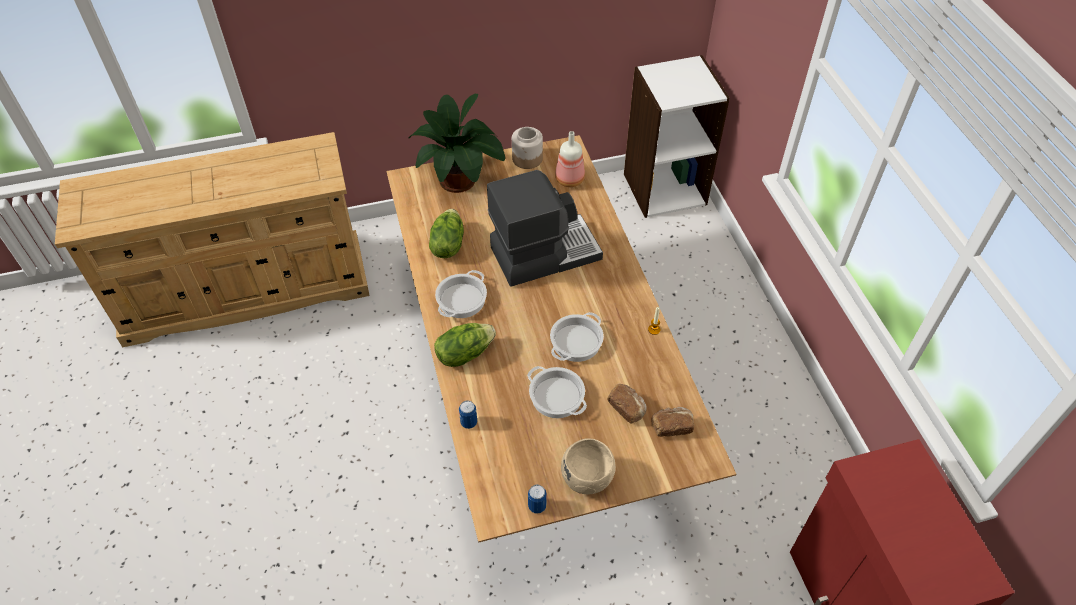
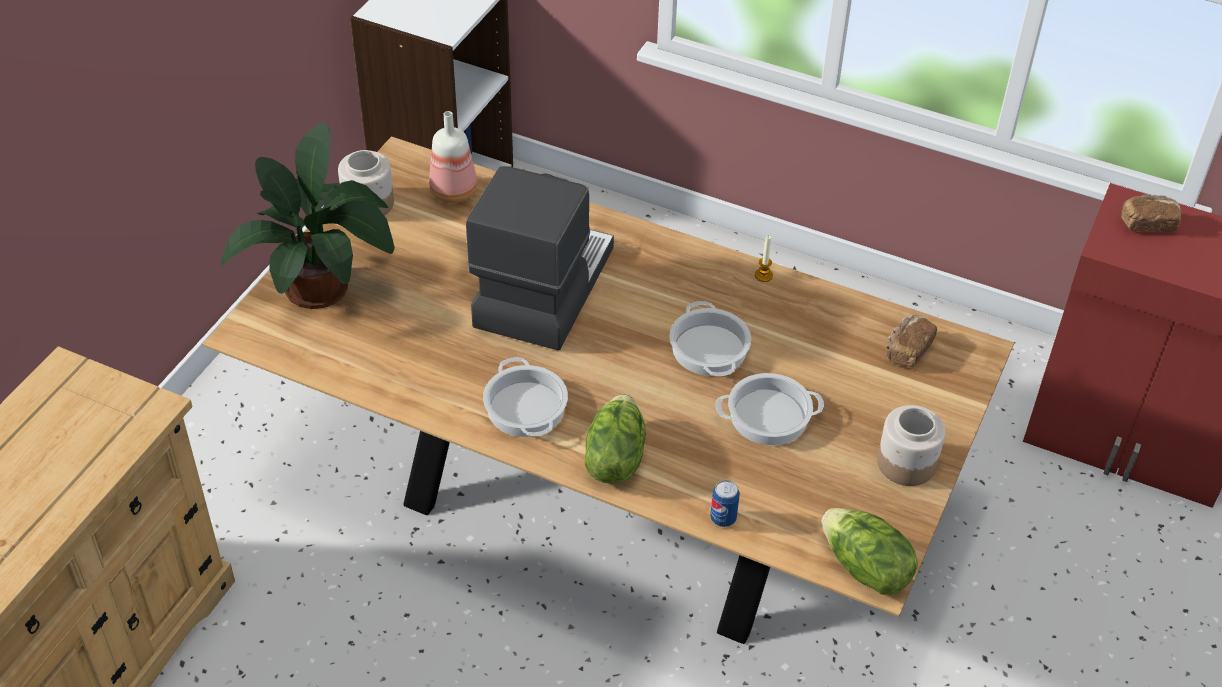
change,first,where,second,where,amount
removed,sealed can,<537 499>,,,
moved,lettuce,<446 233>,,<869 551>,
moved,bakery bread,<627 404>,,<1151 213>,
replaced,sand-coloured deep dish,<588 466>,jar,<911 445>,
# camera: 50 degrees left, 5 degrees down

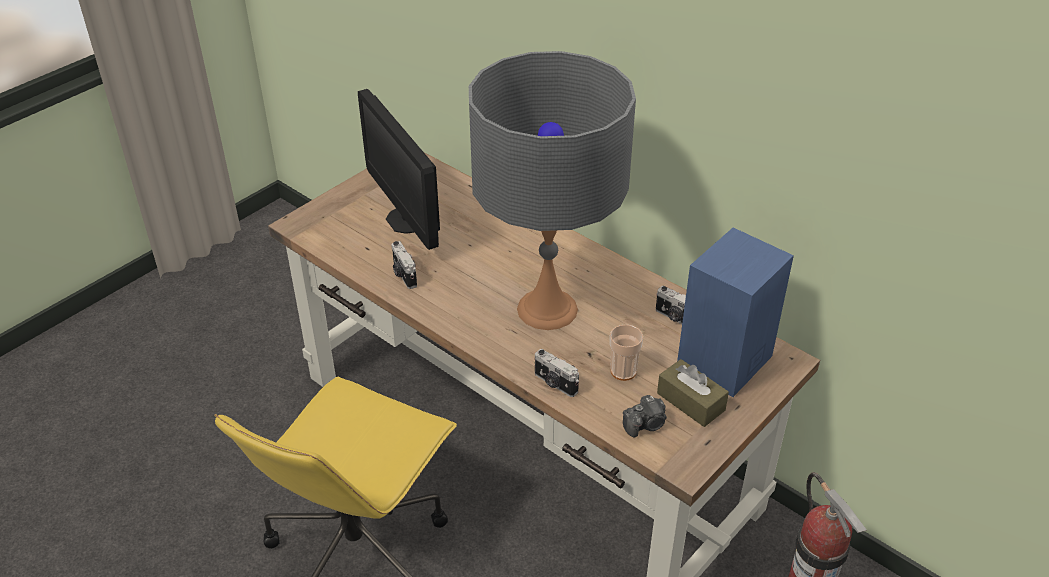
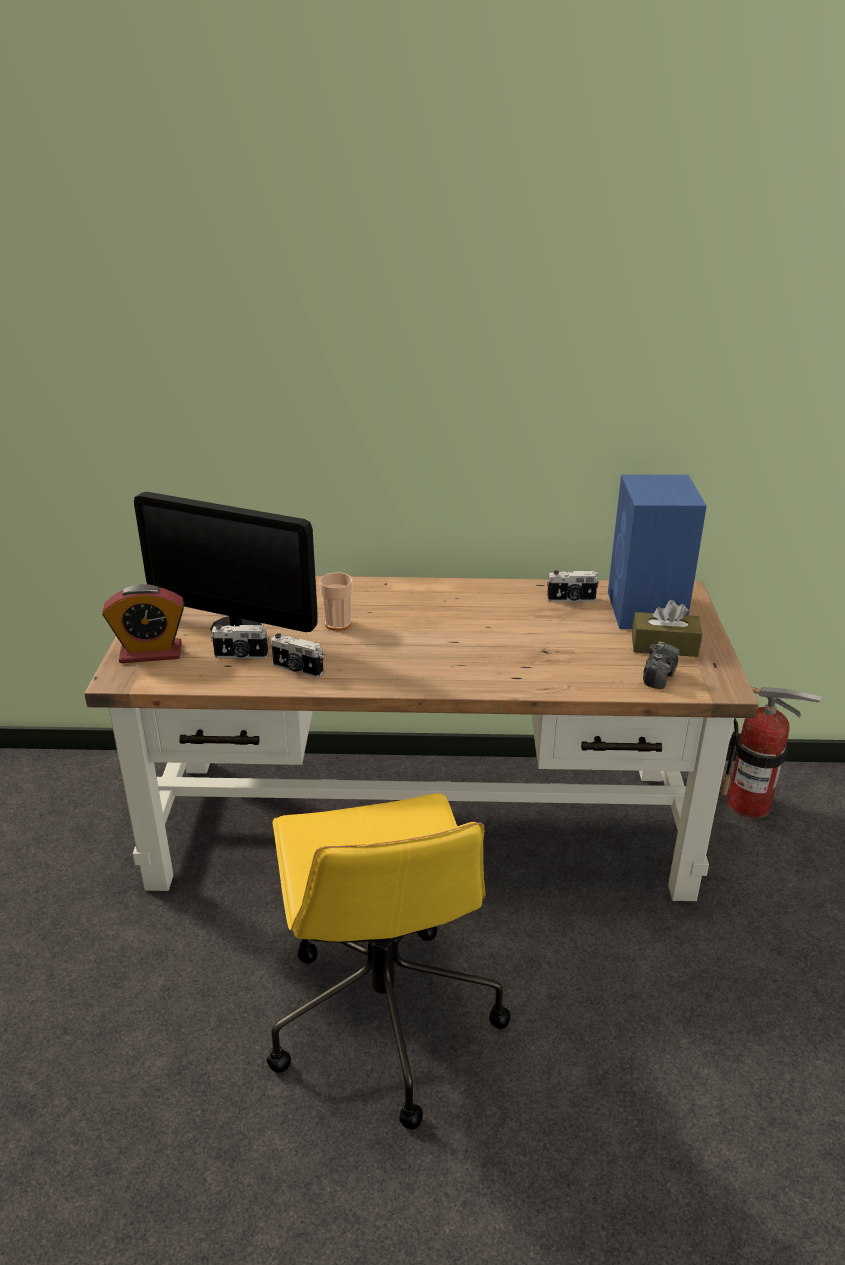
change,first,where,second,where,amount
removed,greyish tabletop lamp,<552 190>,,,
added,,,bedside clock,<143 623>,
moved,still camera,<557 373>,,<240 641>,
moved,drinking cup,<626 353>,,<335 602>,
# camera: 40 degrees left, 10 degrees down

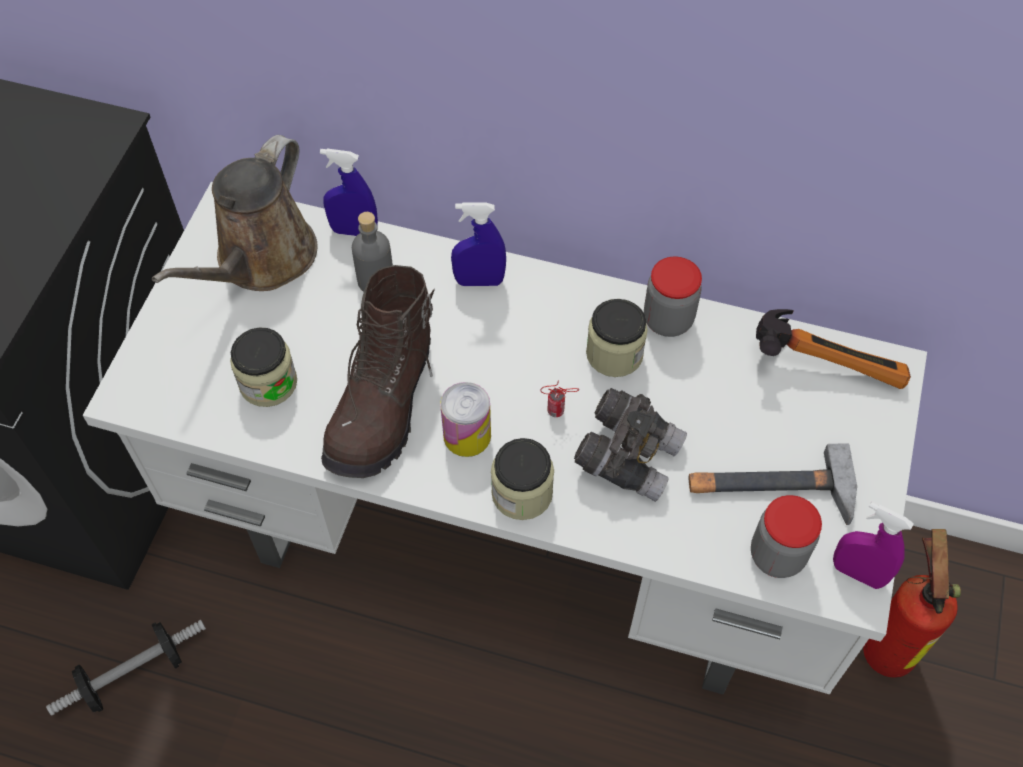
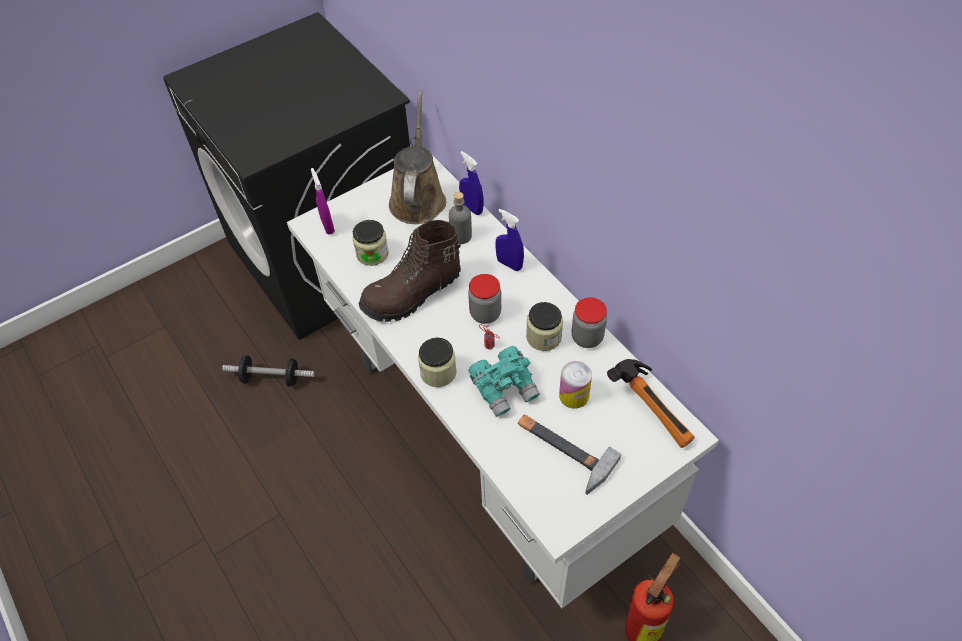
change,first,where,second,where,amount
moved,sealed can,<465 419>,,<575 384>,
moved,jar,<786 536>,,<484 299>,
moved,purplish hand sprayer,<873 545>,,<323 201>,
recoloured,greyish binoculars,<630 445>,turquoise binoculars,<504 381>,
turned,brownish watering pot,<235 213>,,<417 157>,120 degrees clockwise
# camera: 40 degrees right, 5 degrees down

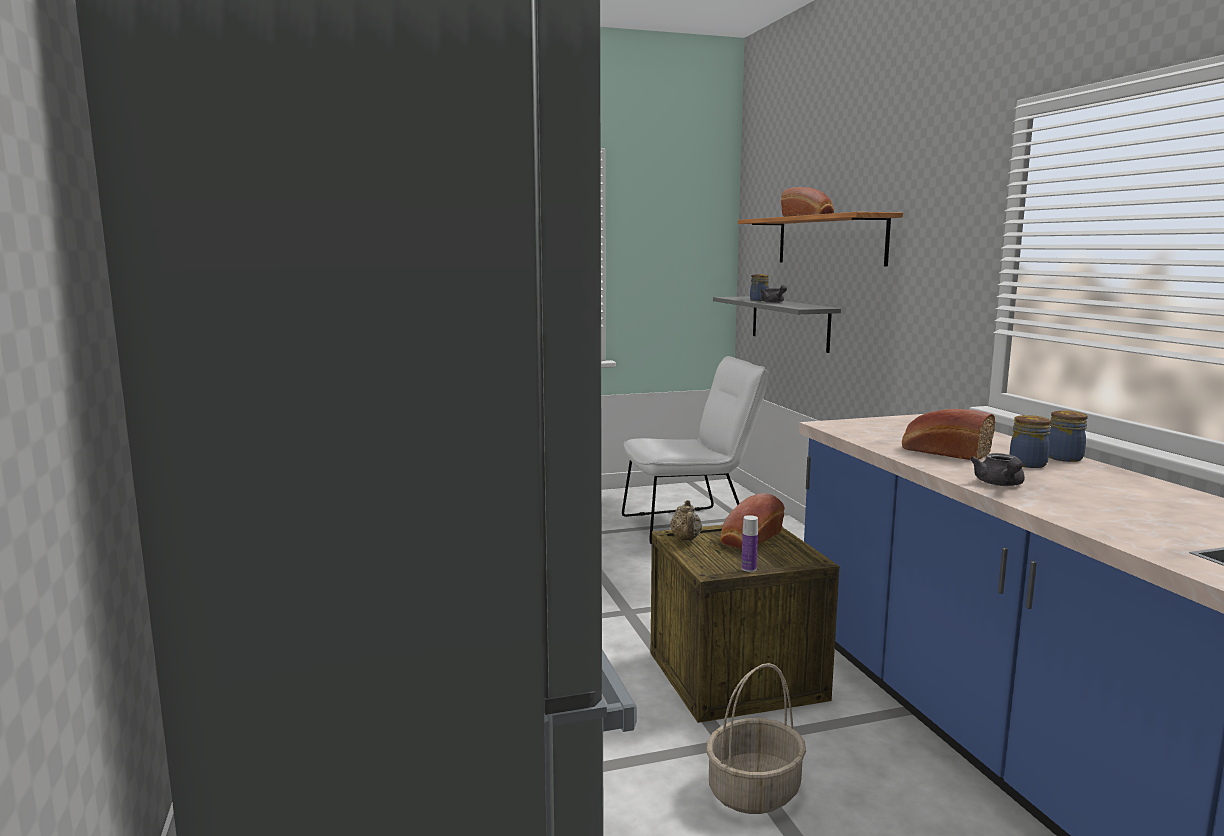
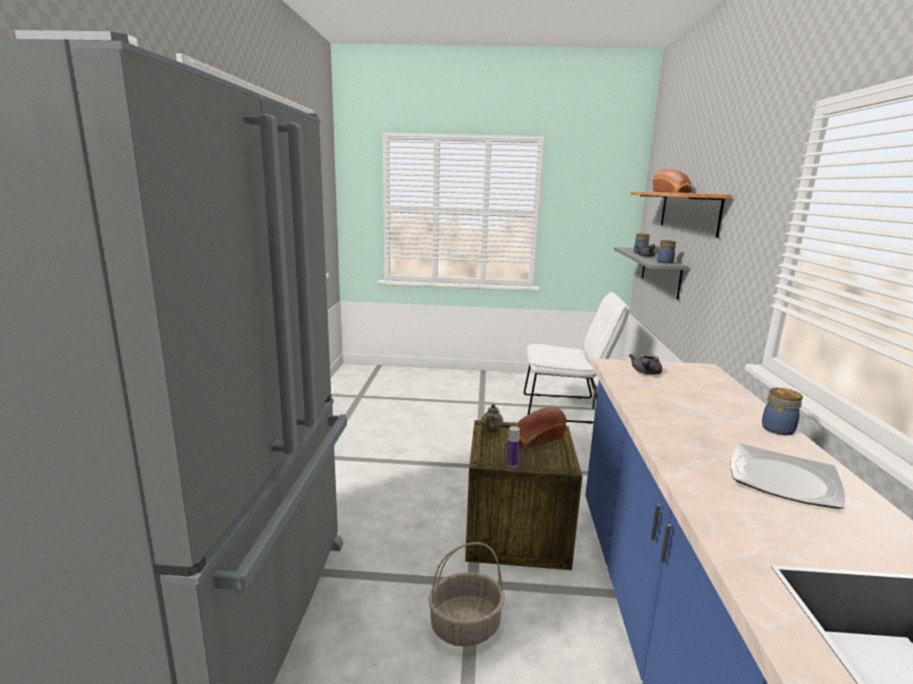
change,first,where,second,where,amount
removed,bakery bread,<948 434>,,,
added,,,plate,<788 476>,
moved,greyish teapot,<997 469>,,<645 364>,
moved,jar,<1030 441>,,<666 252>,
# camera: 20 degrees right, 5 degrees up

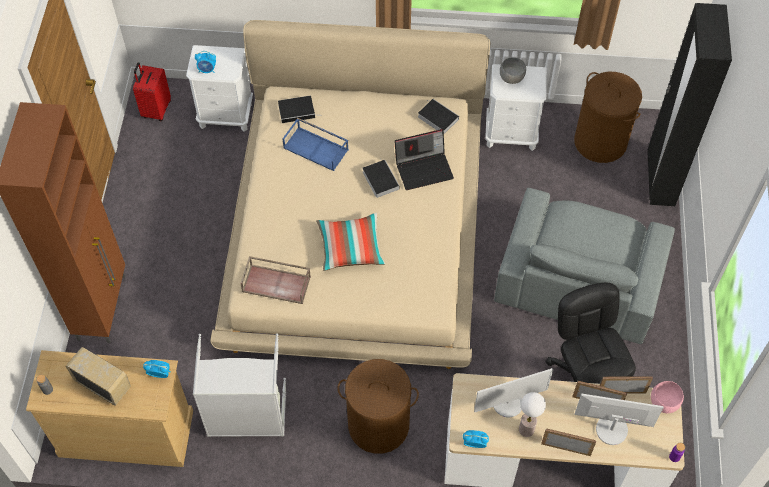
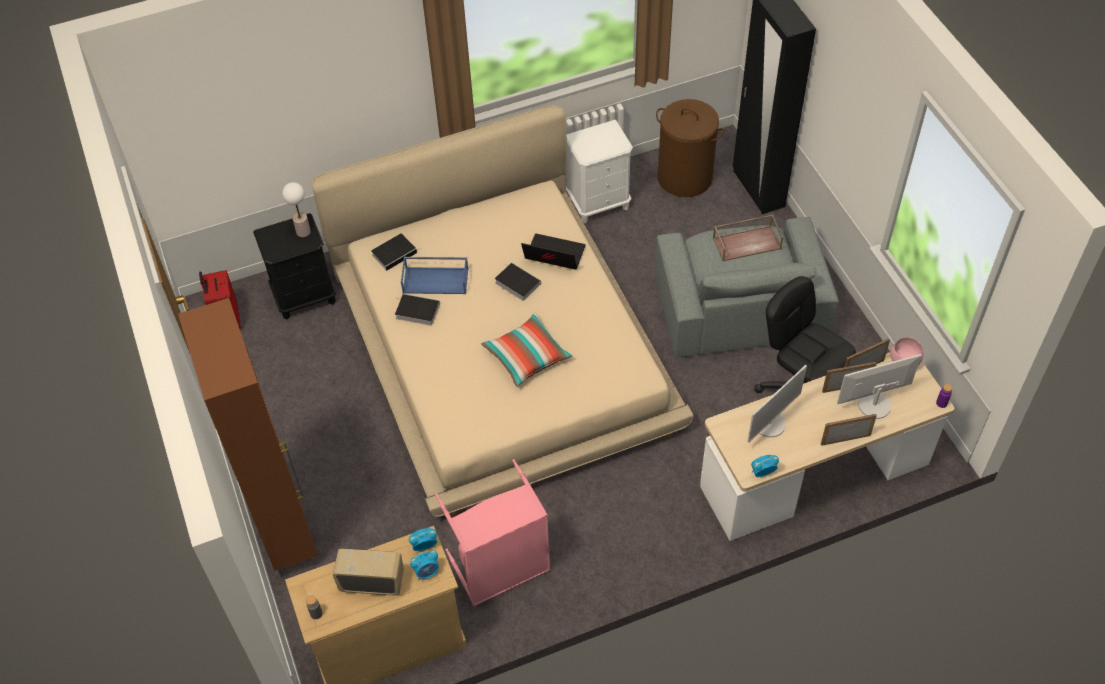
change,first,where,second,where,amount
removed,brownish washing basket,<378 406>,,,
removed,greyish deep dish,<513 70>,,,
moved,bedside clock,<205 62>,,<424 565>,
moved,brownish serving tray,<275 280>,,<748 238>,
moved,bound book,<438 116>,,<417 310>,
moved,tabletop lamp,<532 414>,,<296 209>,
recoloured,white-coloured night table,<219 88>,black night table,<294 266>,
recoloured,greyish washing basket,<239 385>,pink washing basket,<493 532>,
turned,portable computer,<424 159>,,<553 252>,120 degrees counterclockwise
# camera: 25 degrees left, 5 degrees down

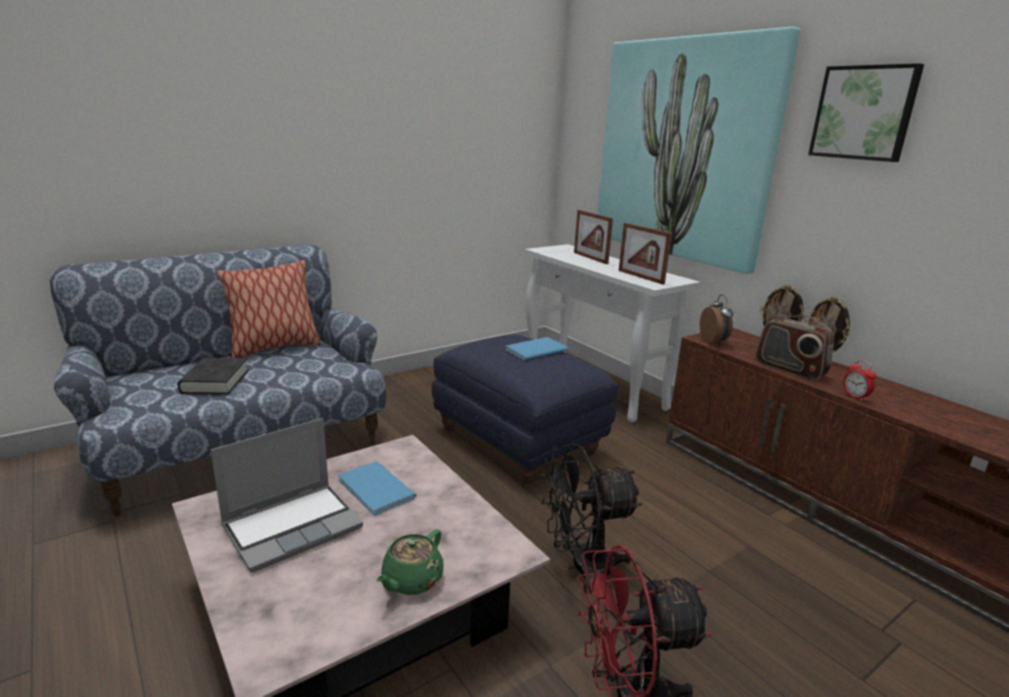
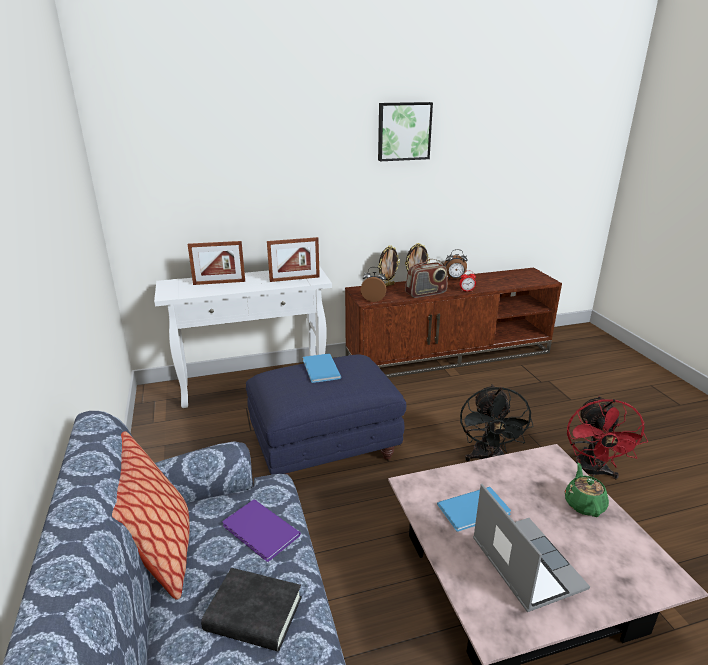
change,first,where,second,where,amount
removed,wall art,<699 150>,,,
added,,,purplish bound book,<261 530>,
added,,,bedside clock,<456 264>,
turned,greenish teapot,<410 562>,,<587 489>,135 degrees counterclockwise
# camera: 70 degrees left, 5 degrees up

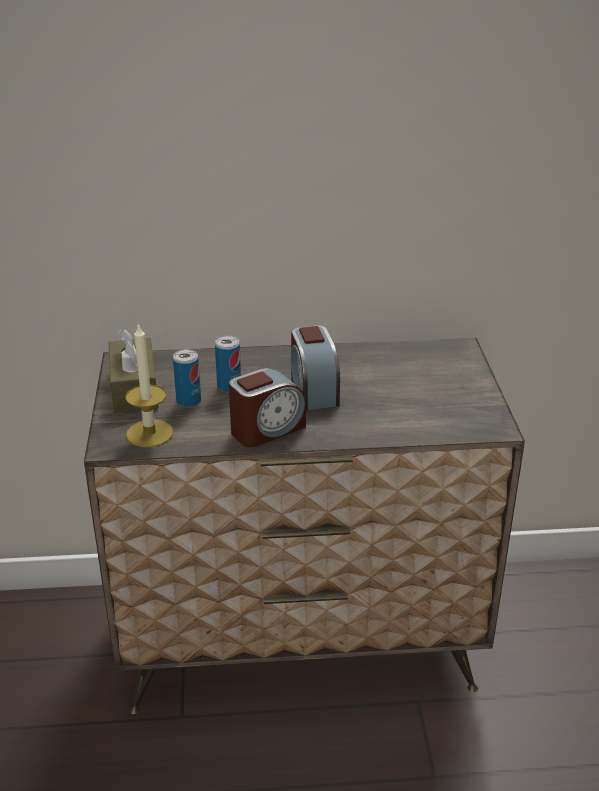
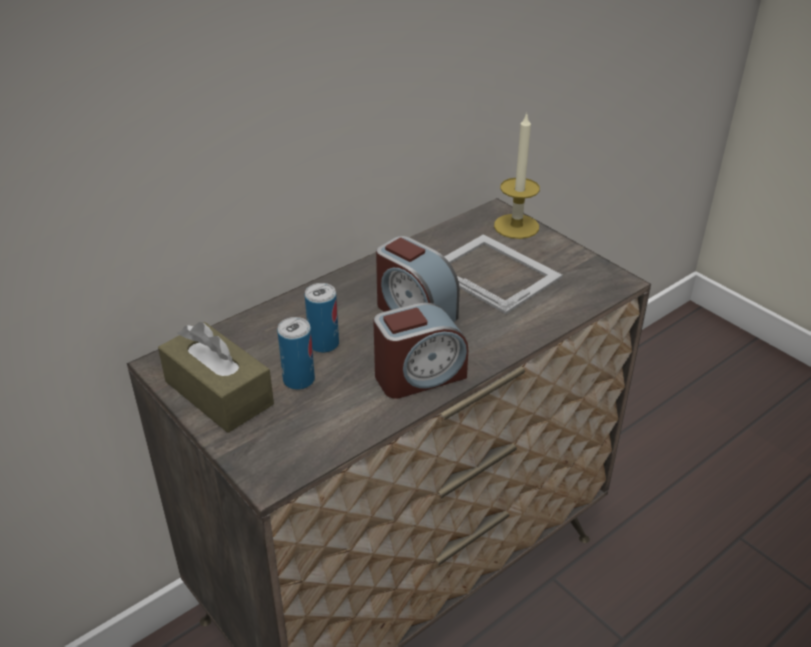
change,first,where,second,where,amount
added,,,photo frame,<503 274>,
moved,candle,<149 385>,,<517 176>,
turned,bedside clock,<267 407>,,<420 350>,45 degrees clockwise
# camera: 35 degrees left, 5 degrees up

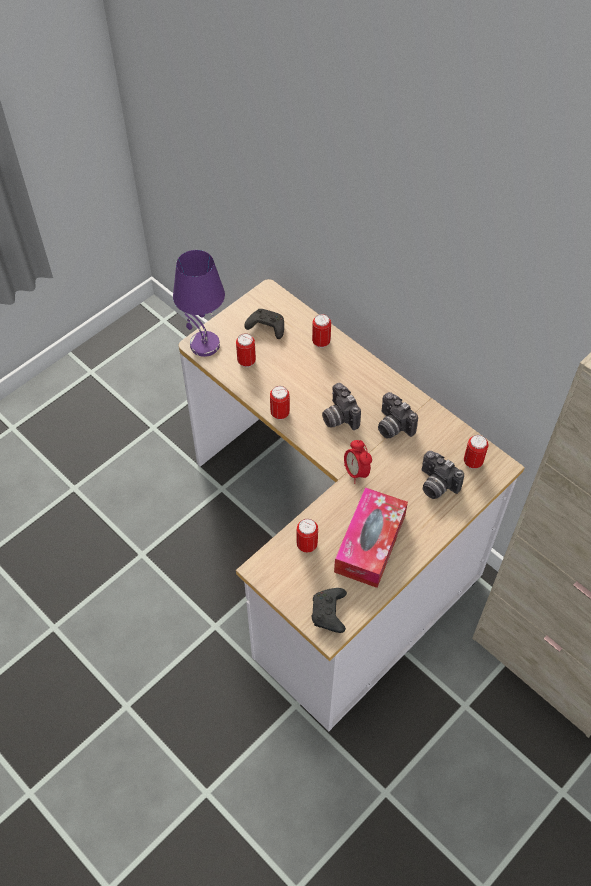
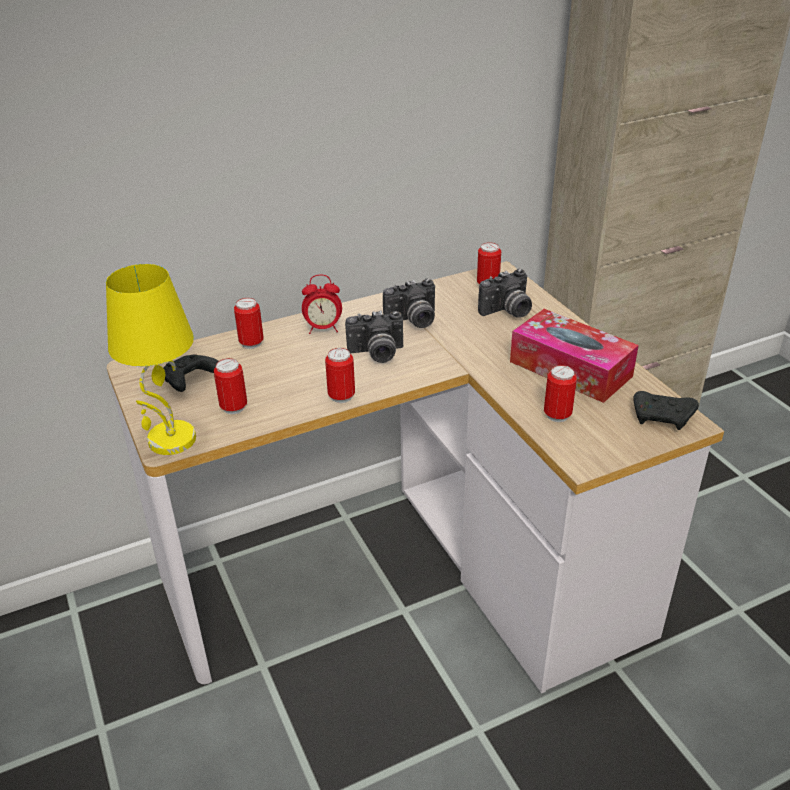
change,first,where,second,where,amount
moved,bedside clock,<358 461>,,<322 304>,
recoloured,purplish tabletop lamp,<199 303>,yellowish tabletop lamp,<151 359>,
# camera: 70 degrees left, 20 degrees down

